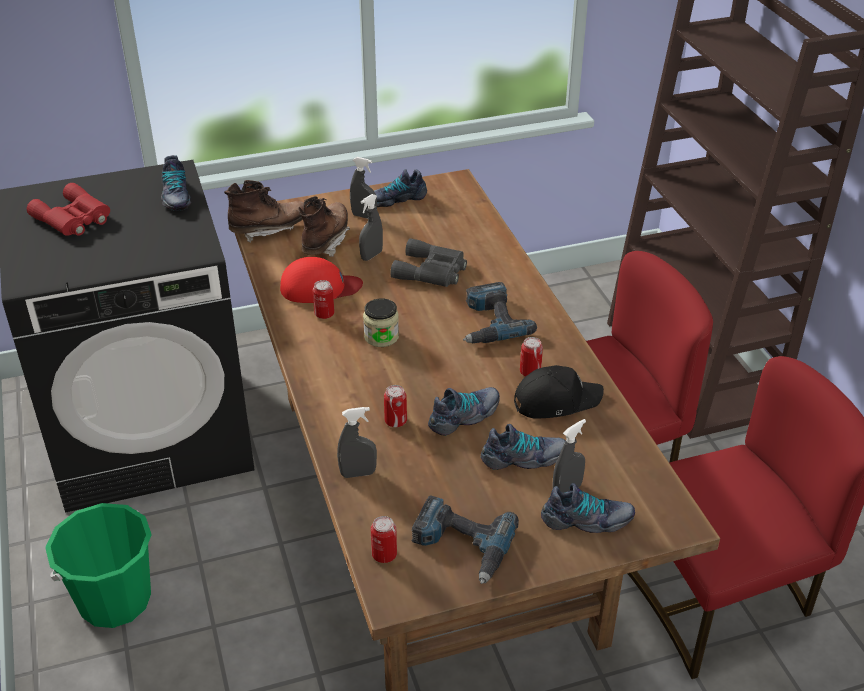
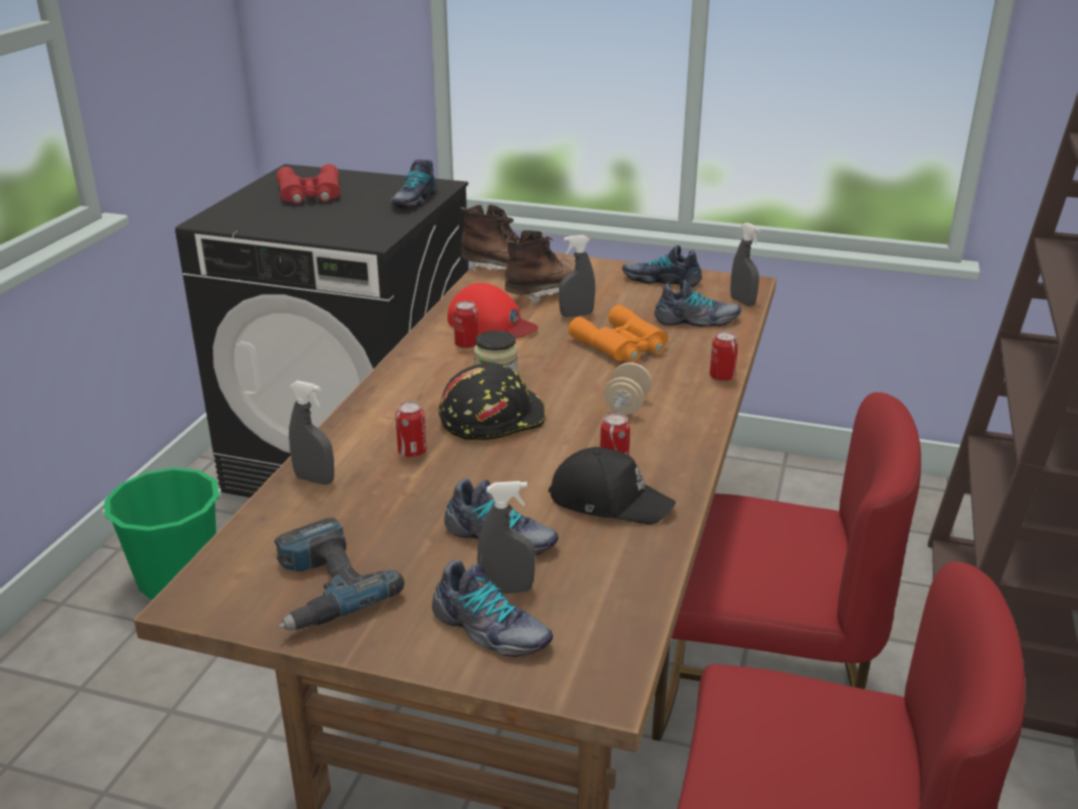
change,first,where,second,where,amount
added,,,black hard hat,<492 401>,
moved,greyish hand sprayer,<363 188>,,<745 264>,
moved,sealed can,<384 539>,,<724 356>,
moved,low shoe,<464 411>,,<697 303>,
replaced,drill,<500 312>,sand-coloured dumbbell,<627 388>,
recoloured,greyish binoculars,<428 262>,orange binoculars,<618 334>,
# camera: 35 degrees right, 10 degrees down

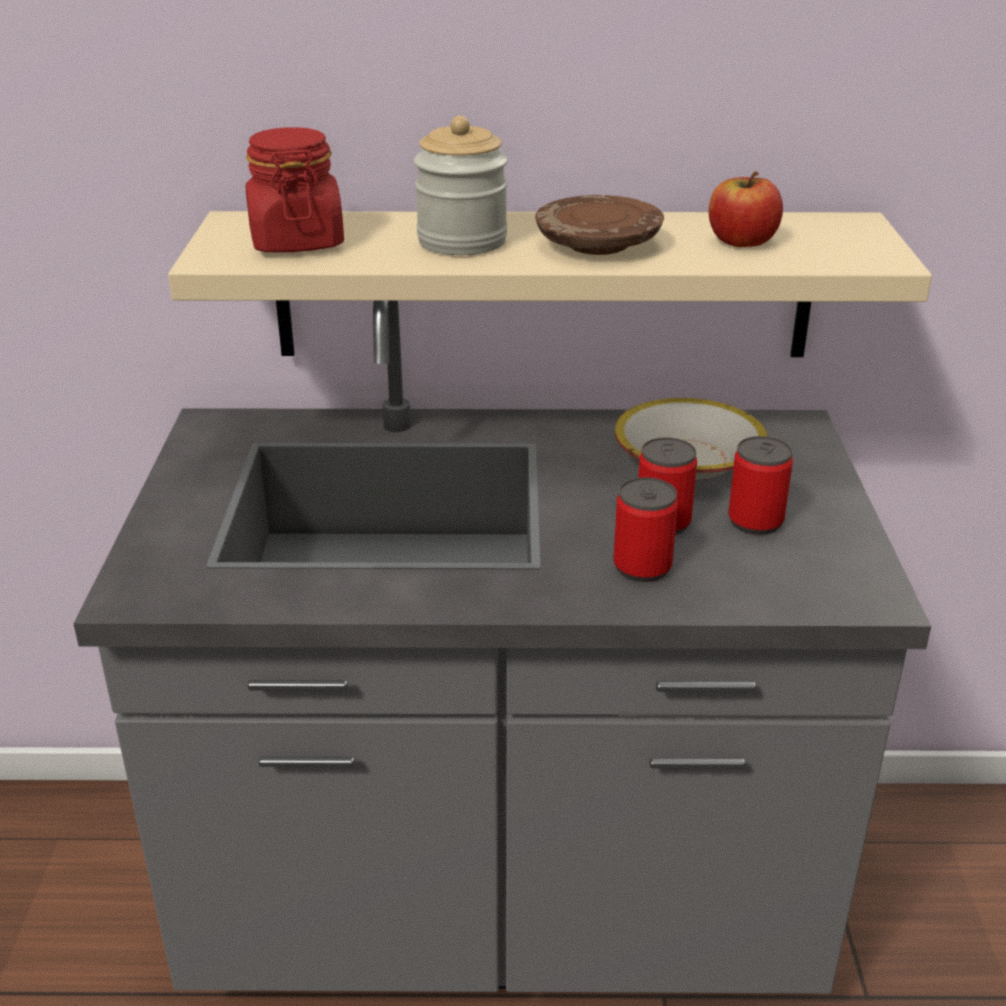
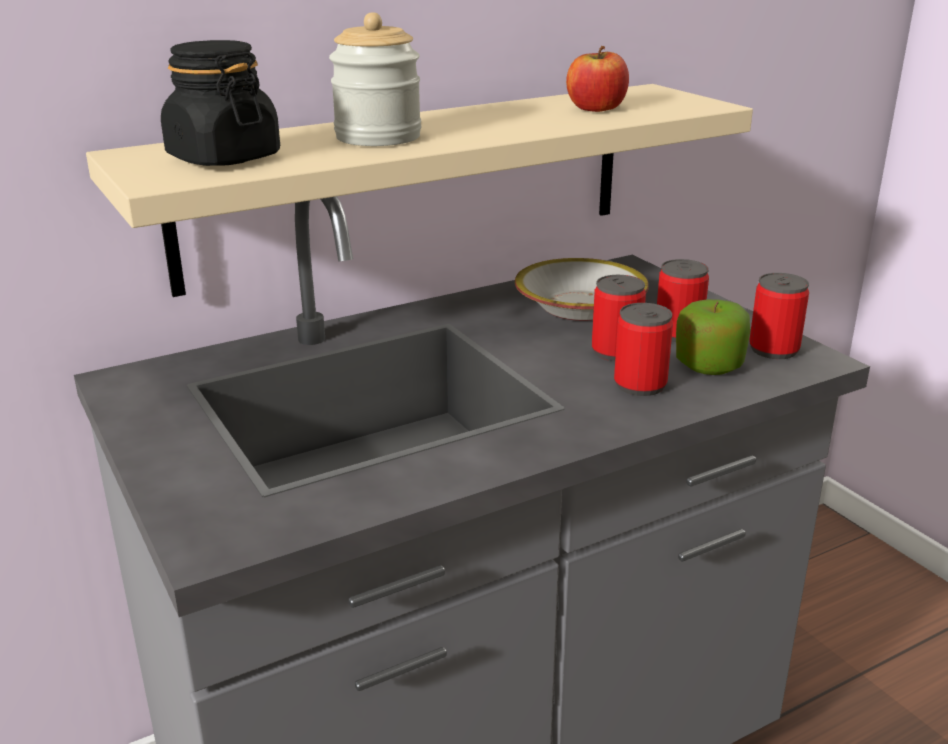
change,first,where,second,where,amount
removed,brownish plate,<599 225>,,,
added,,,apple fruit,<713 337>,
added,,,sealed can,<779 316>,
recoloured,red-coloured jar,<294 189>,black jar,<220 103>,
# camera: 30 degrees left, 5 degrees down

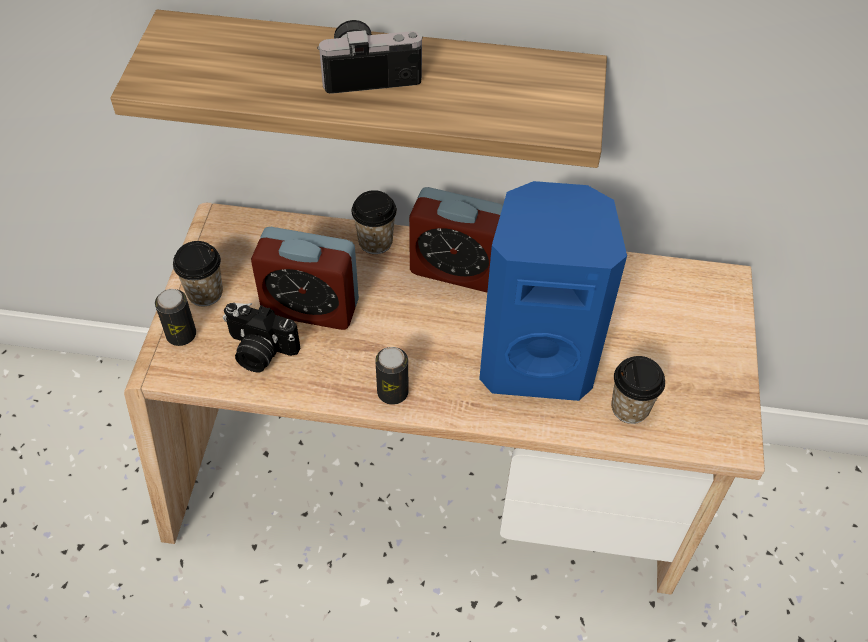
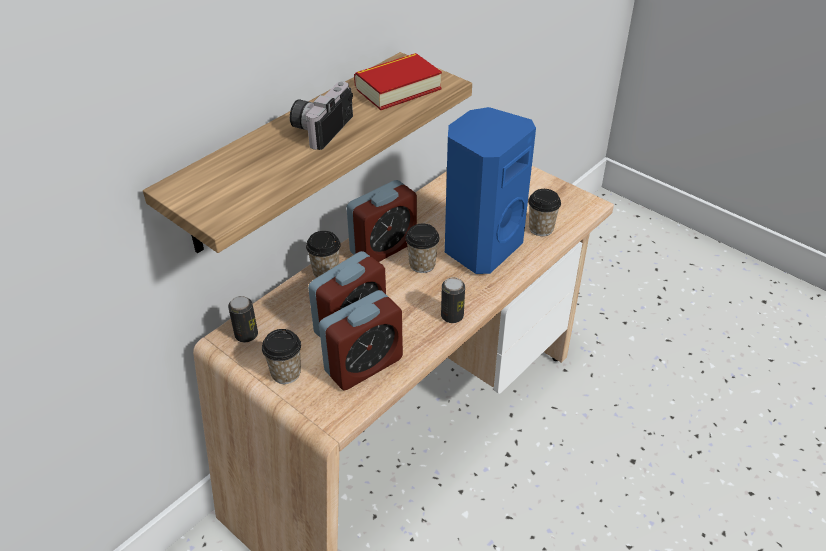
change,first,where,second,where,amount
added,,,bound book,<398 81>,
added,,,drinking cup,<422 248>,
moved,sealed can,<175 317>,,<243 319>,
replaced,still camera,<262 338>,bedside clock,<361 340>,
# camera: 55 degrees left, 10 degrees down

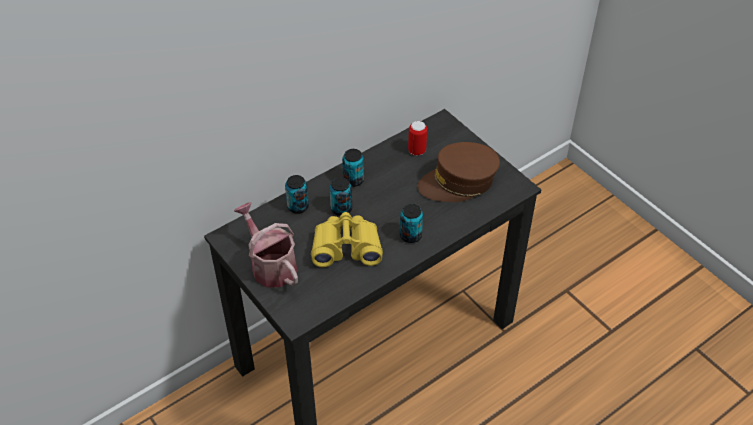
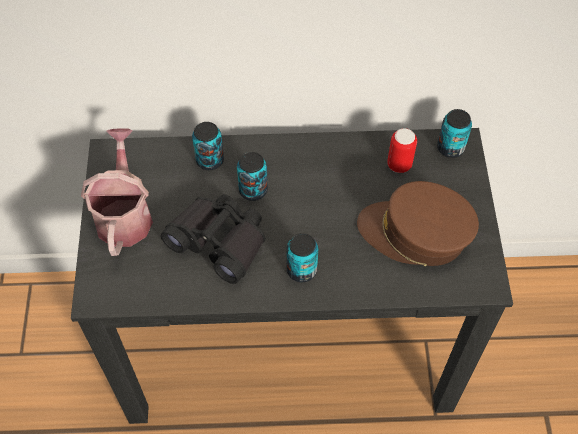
change,first,where,second,where,amount
moved,sealed can,<353 168>,,<454 133>,
recoloured,yellowish binoculars,<347 239>,black binoculars,<213 239>,
# camera: 35 degrees right, 10 degrees up

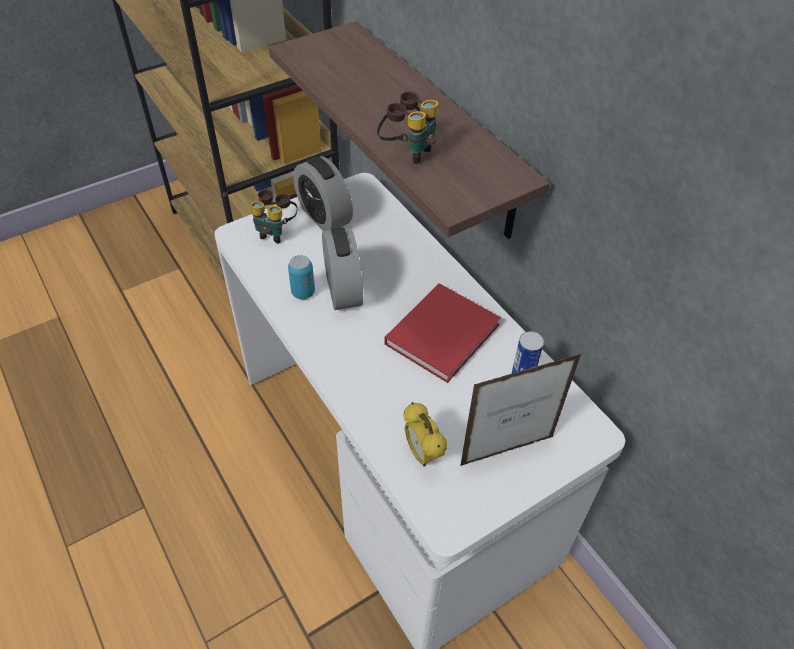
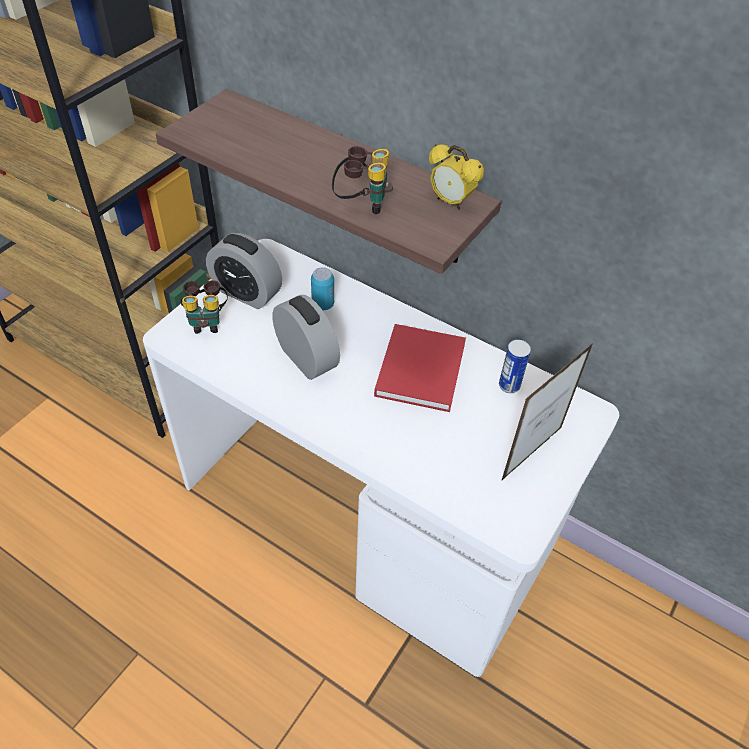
change,first,where,second,where,amount
moved,sealed can,<301 277>,,<322 288>,
moved,bedside clock,<425 434>,,<456 177>,
# camera: 25 degrees left, 0 degrees up

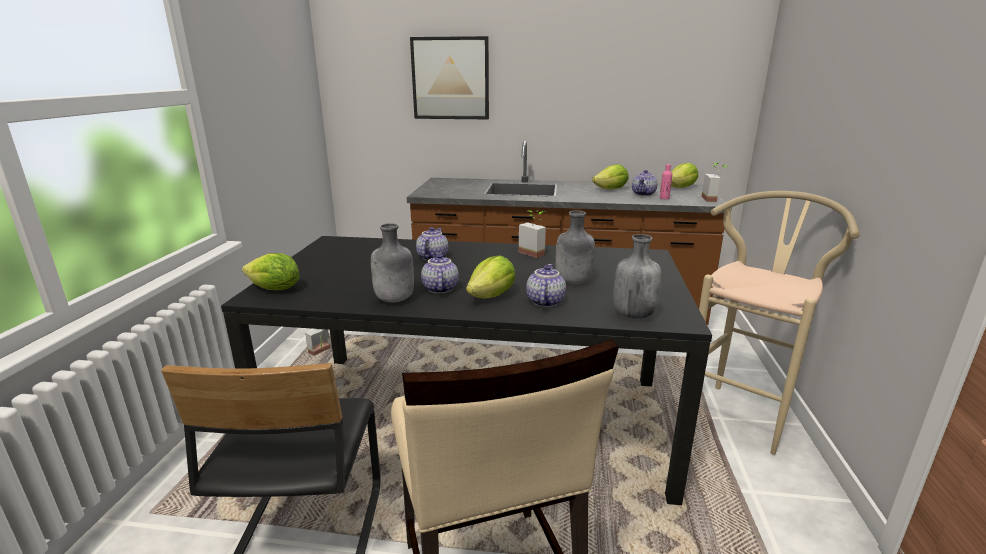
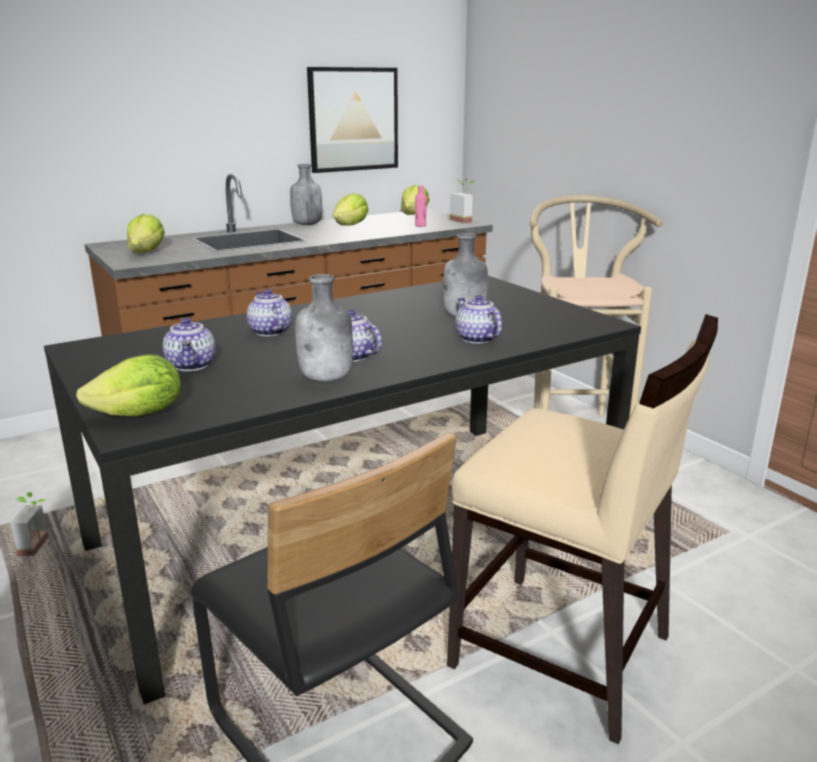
change,first,where,second,where,amount
removed,potted plant,<532 234>,,,
moved,wall art,<449 77>,,<352 120>,
moved,lettuce,<491 277>,,<146 233>,
moved,greyish beverage bottle,<637 276>,,<306 194>,
moved,teapot,<645 183>,,<189 344>,
# camera: 40 degrees left, 0 degrees up

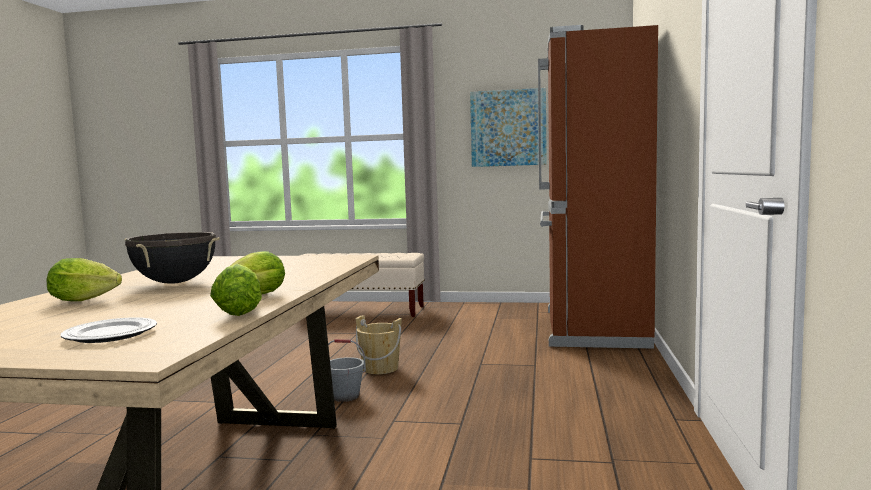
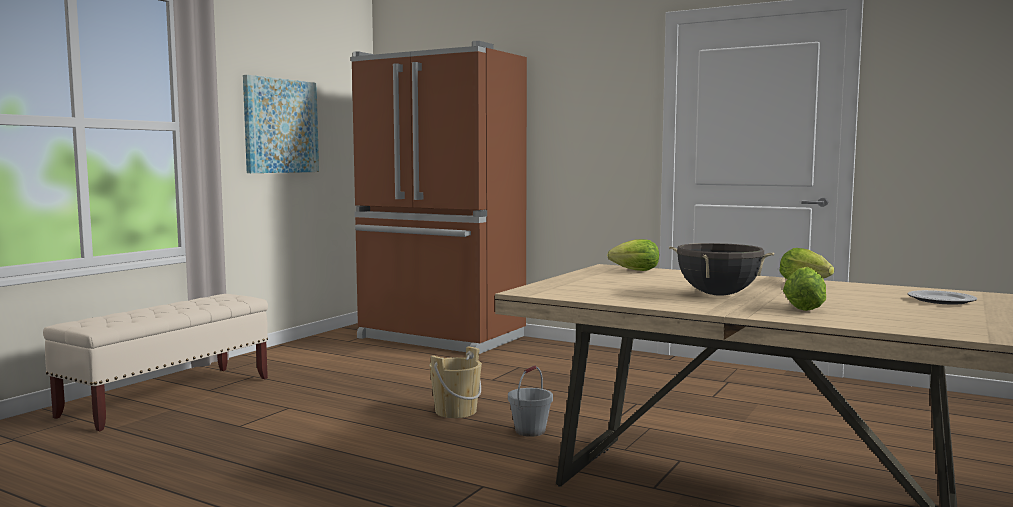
change,first,where,second,where,amount
moved,lettuce,<236 290>,,<633 255>,
# camera: 70 degrees left, 0 degrees up

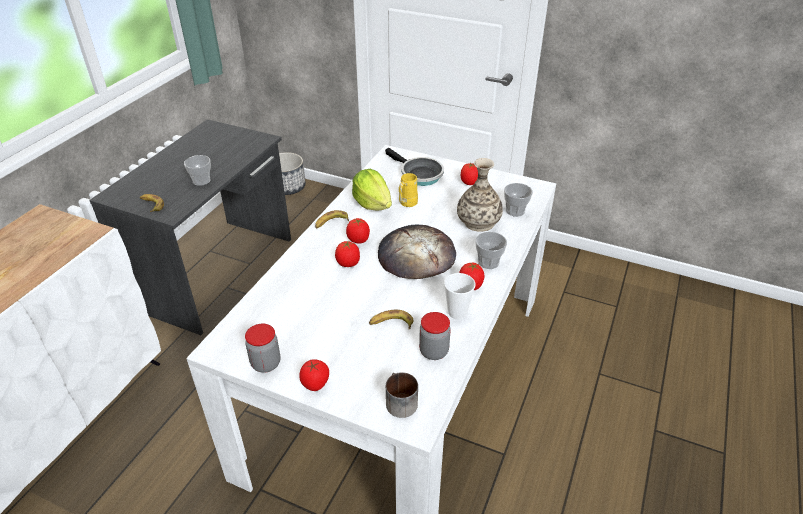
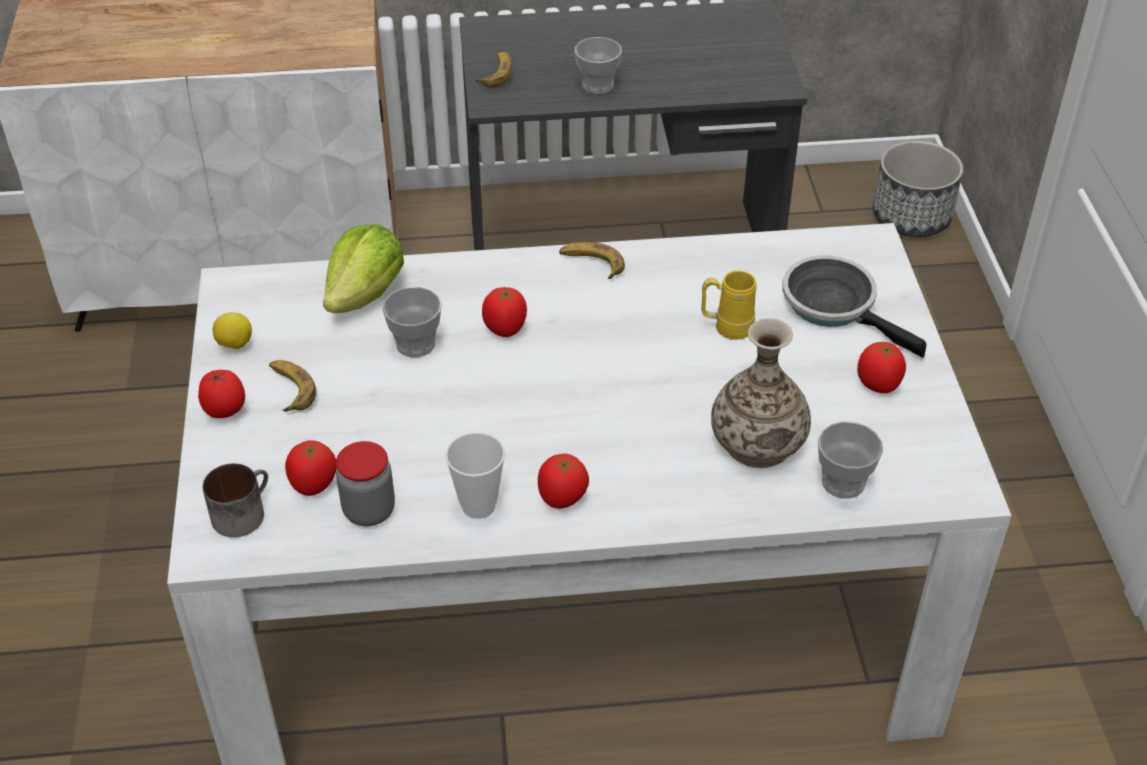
change,first,where,second,where,amount
removed,bakery bread,<417 252>,,,
moved,fresh tomato,<358 231>,,<311 468>,
moved,lettuce,<372 190>,,<363 269>,
moved,whole banana,<391 319>,,<292 386>,
moved,drinking cup,<491 250>,,<412 322>,
replaced,jar,<262 348>,whole lemon,<232 330>,
turned,pan,<414 167>,,<854 307>,120 degrees clockwise
# camera: 60 degrees right, 5 degrees up

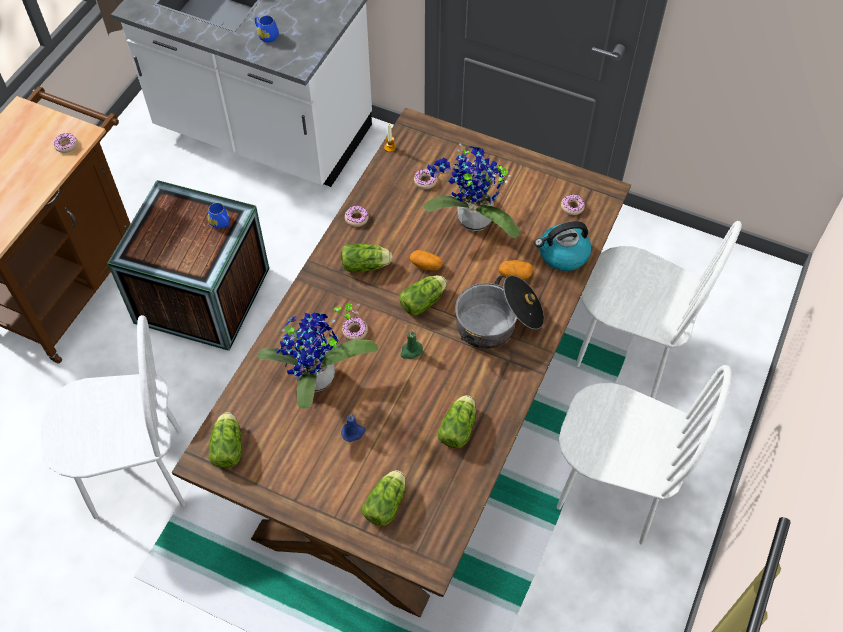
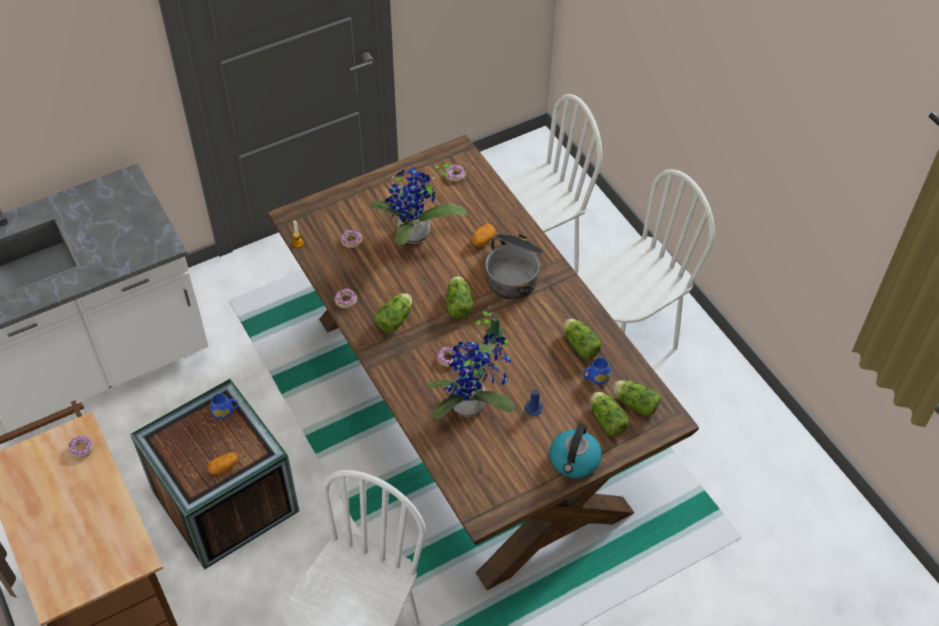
change,first,where,second,where,amount
moved,lettuce,<225 440>,,<636 398>,
moved,bluish mug,<267 29>,,<597 370>,
moved,spud,<426 260>,,<223 463>,
moved,tea kettle,<563 246>,,<576 450>,
# camera: 55 degrees left, 5 degrees down

